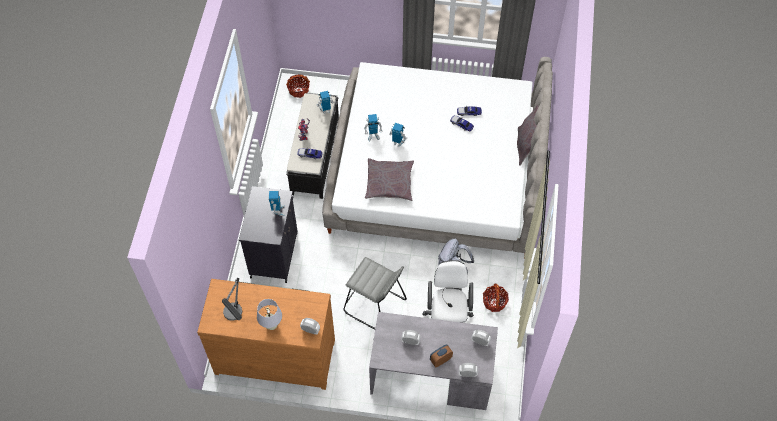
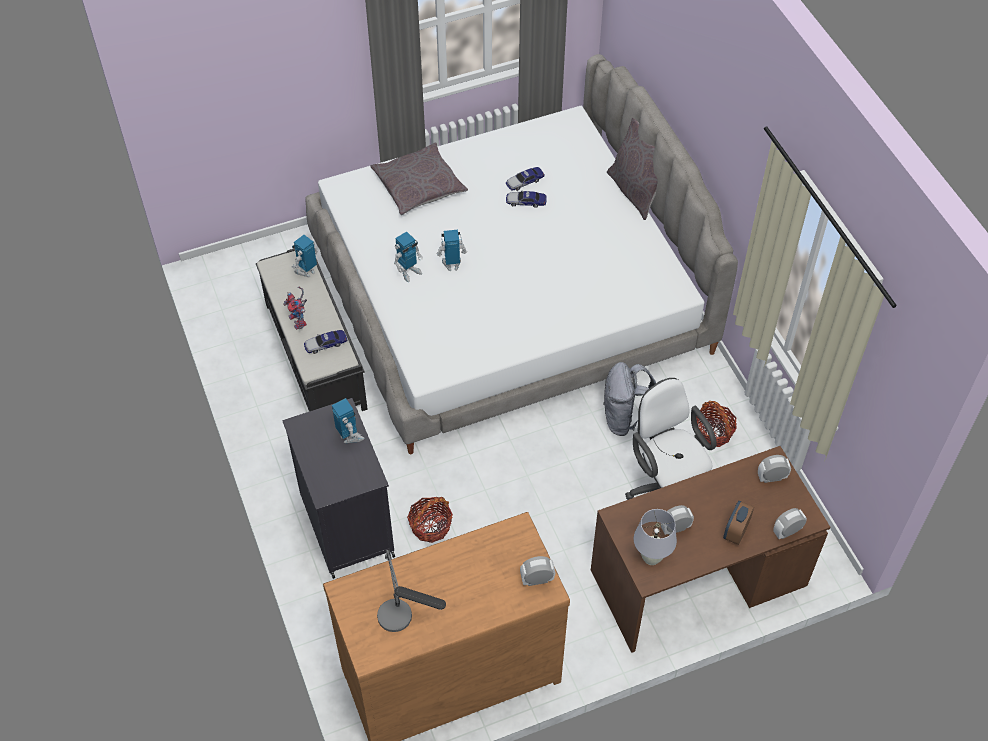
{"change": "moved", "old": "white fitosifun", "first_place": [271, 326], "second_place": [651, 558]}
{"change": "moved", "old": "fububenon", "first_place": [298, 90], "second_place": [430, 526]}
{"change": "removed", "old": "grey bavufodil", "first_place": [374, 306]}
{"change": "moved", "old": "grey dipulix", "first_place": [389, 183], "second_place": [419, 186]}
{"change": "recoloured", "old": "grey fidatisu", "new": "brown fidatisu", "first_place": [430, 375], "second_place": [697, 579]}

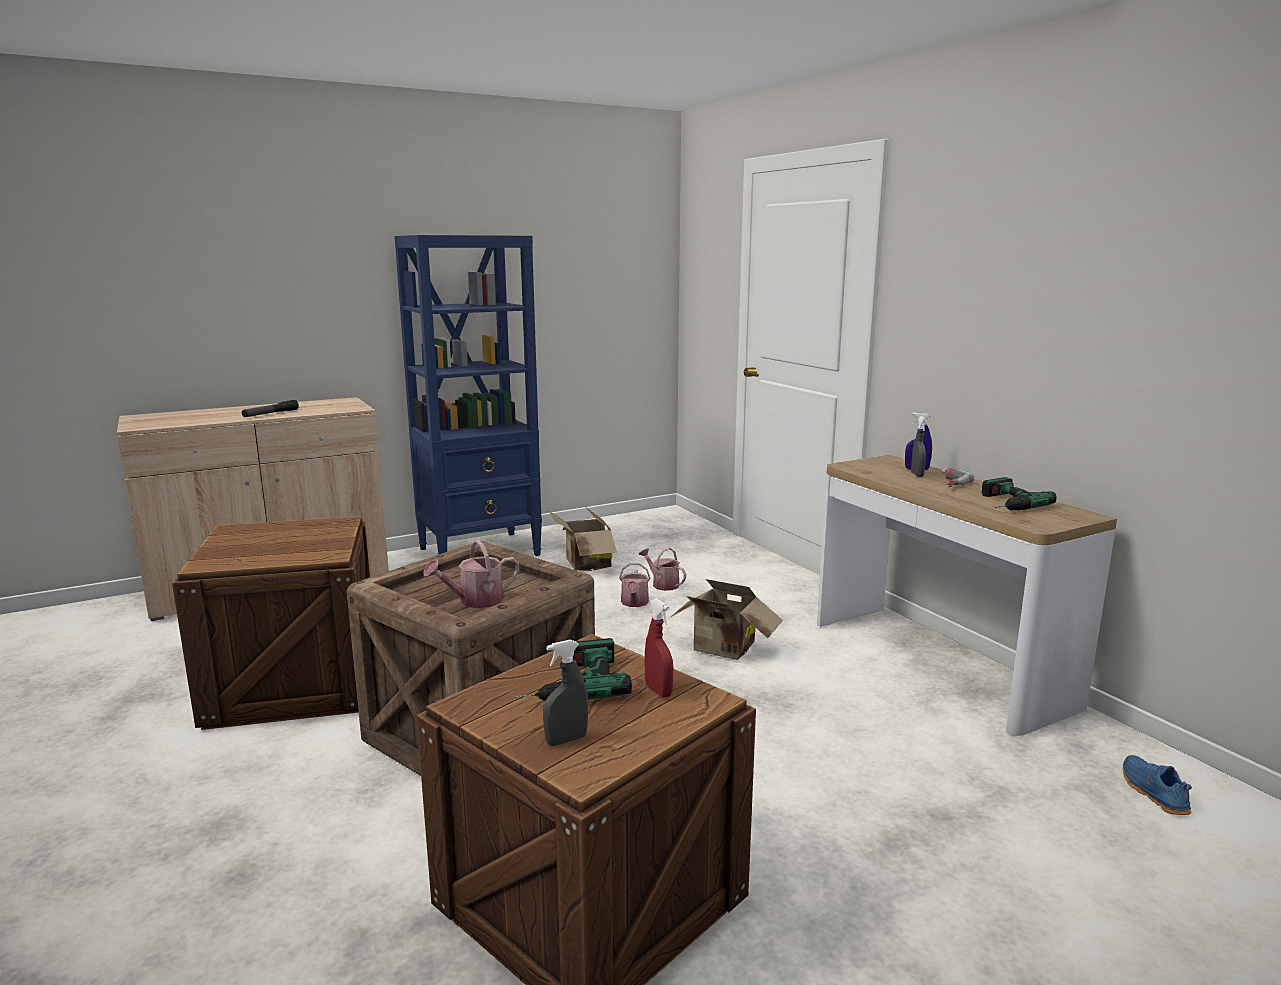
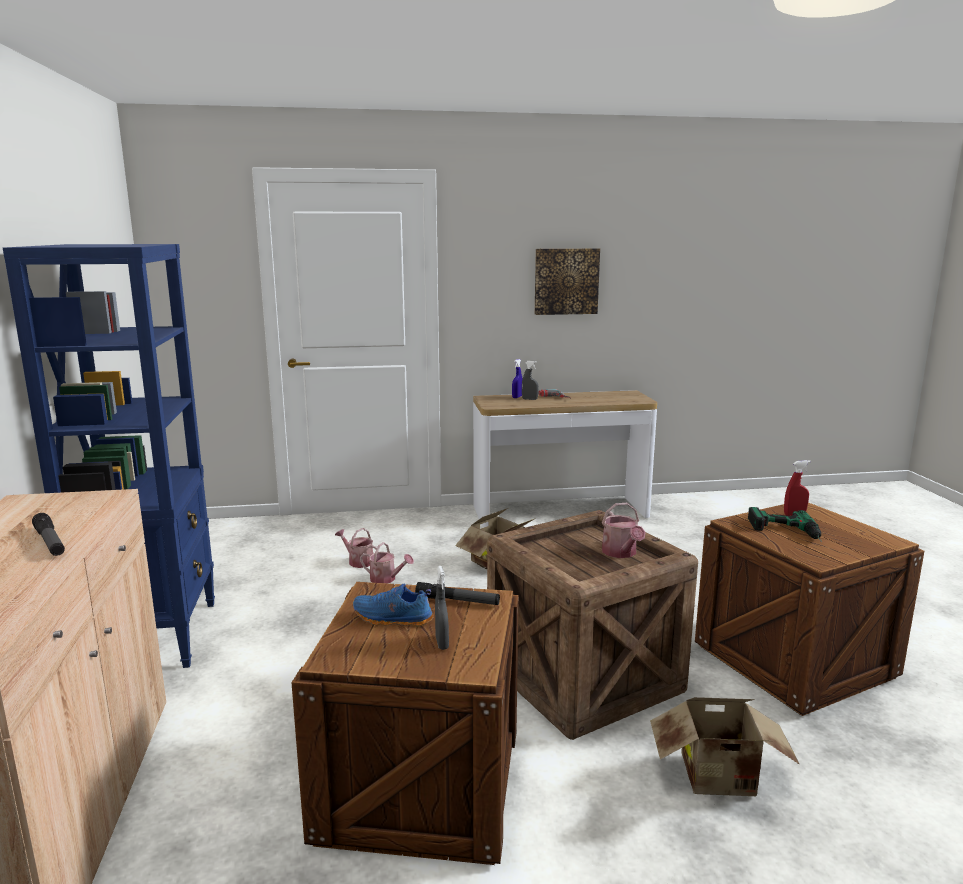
{"change": "moved", "old": "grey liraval", "first_place": [566, 740], "second_place": [442, 643]}
{"change": "moved", "old": "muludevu", "first_place": [584, 565], "second_place": [721, 781]}
{"change": "turned", "old": "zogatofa", "first_place": [662, 584], "second_place": [358, 561], "degrees": 60}
{"change": "removed", "old": "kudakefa", "first_place": [1003, 503]}
{"change": "moved", "old": "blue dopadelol", "first_place": [1152, 793], "second_place": [392, 619]}
{"change": "added", "new": "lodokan", "second_place": [457, 601]}
{"change": "added", "new": "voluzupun", "second_place": [566, 281]}

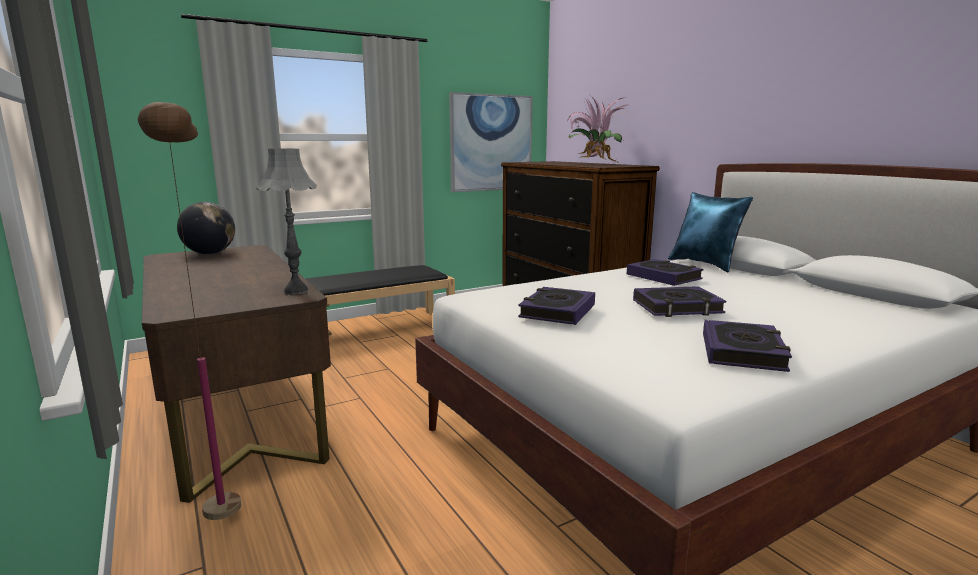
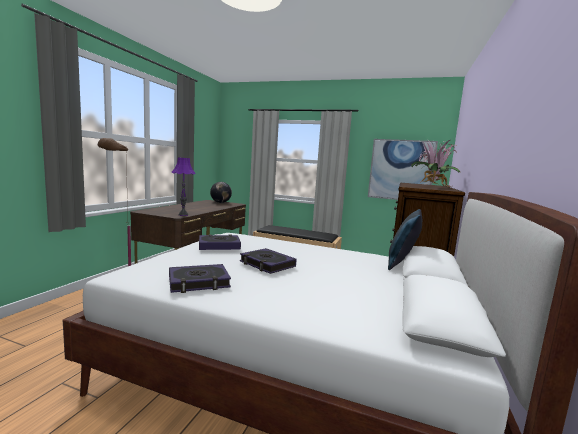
{"change": "recoloured", "old": "grey fitosifun", "new": "purple fitosifun", "first_place": [296, 291], "second_place": [183, 215]}
{"change": "removed", "old": "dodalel", "first_place": [663, 277]}

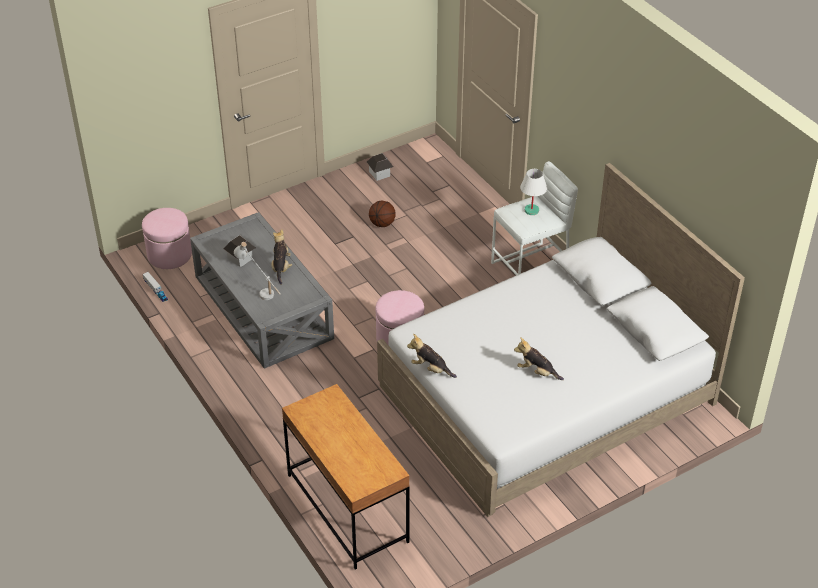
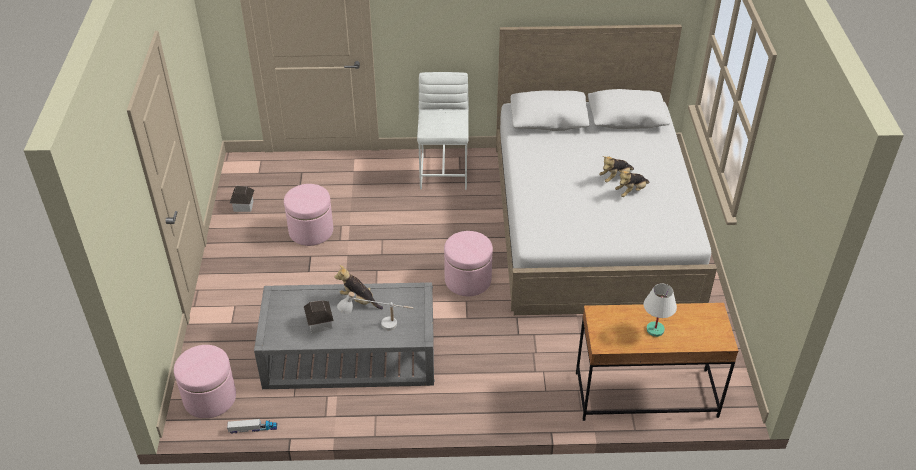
{"change": "replaced", "old": "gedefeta", "new": "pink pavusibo", "first_place": [382, 223], "second_place": [311, 231]}
{"change": "moved", "old": "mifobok", "first_place": [431, 369], "second_place": [615, 177]}
{"change": "moved", "old": "white fitosifun", "first_place": [532, 210], "second_place": [655, 329]}

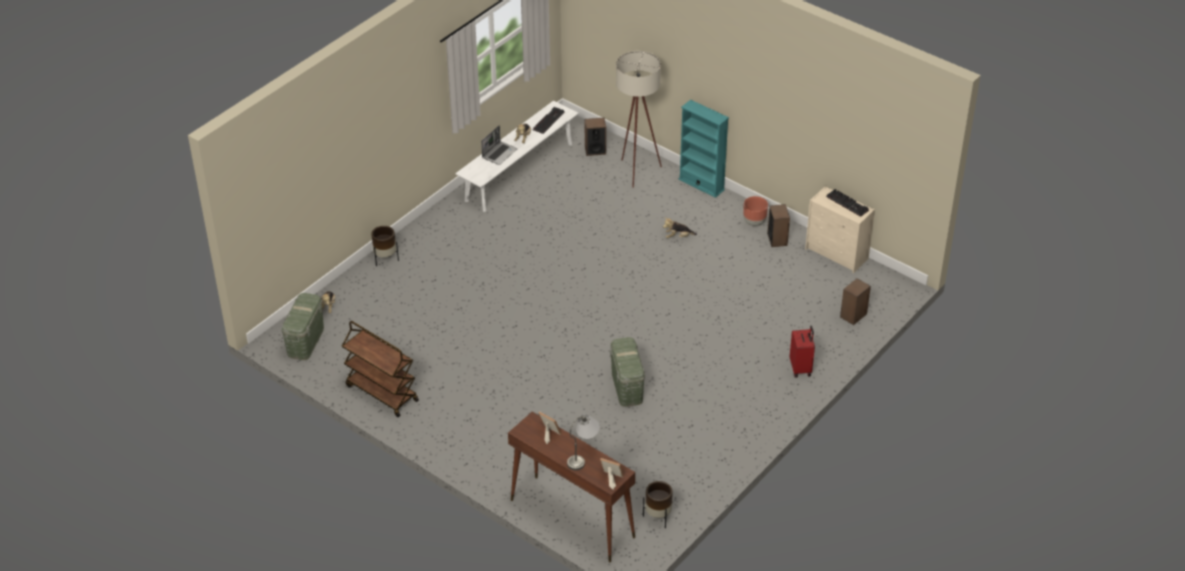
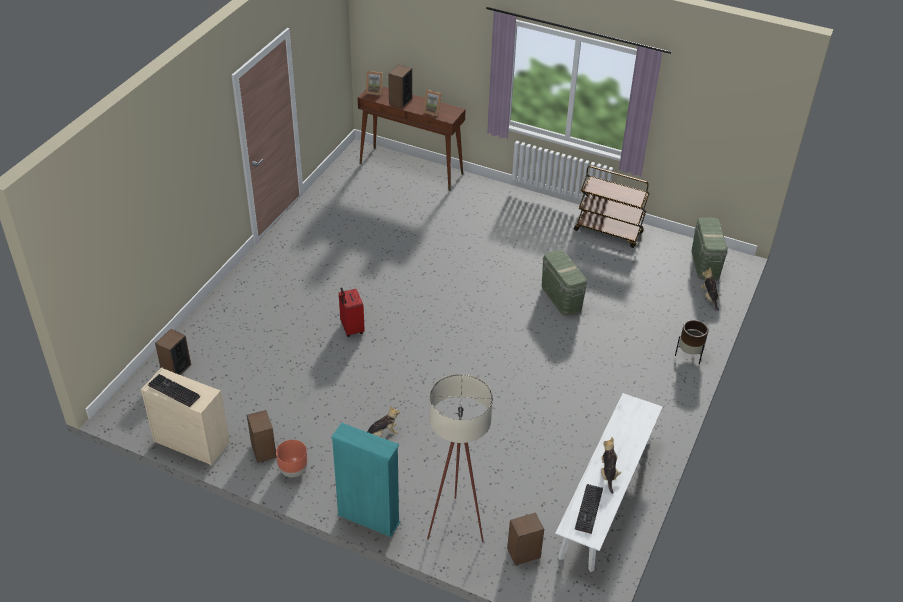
{"change": "removed", "old": "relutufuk", "first_place": [499, 153]}
{"change": "replaced", "old": "grey fitosifun", "new": "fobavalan", "first_place": [583, 456], "second_place": [400, 101]}
{"change": "moved", "old": "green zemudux", "first_place": [626, 387], "second_place": [561, 298]}
{"change": "removed", "old": "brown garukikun", "first_place": [658, 517]}
{"change": "moved", "old": "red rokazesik", "first_place": [801, 368], "second_place": [351, 328]}

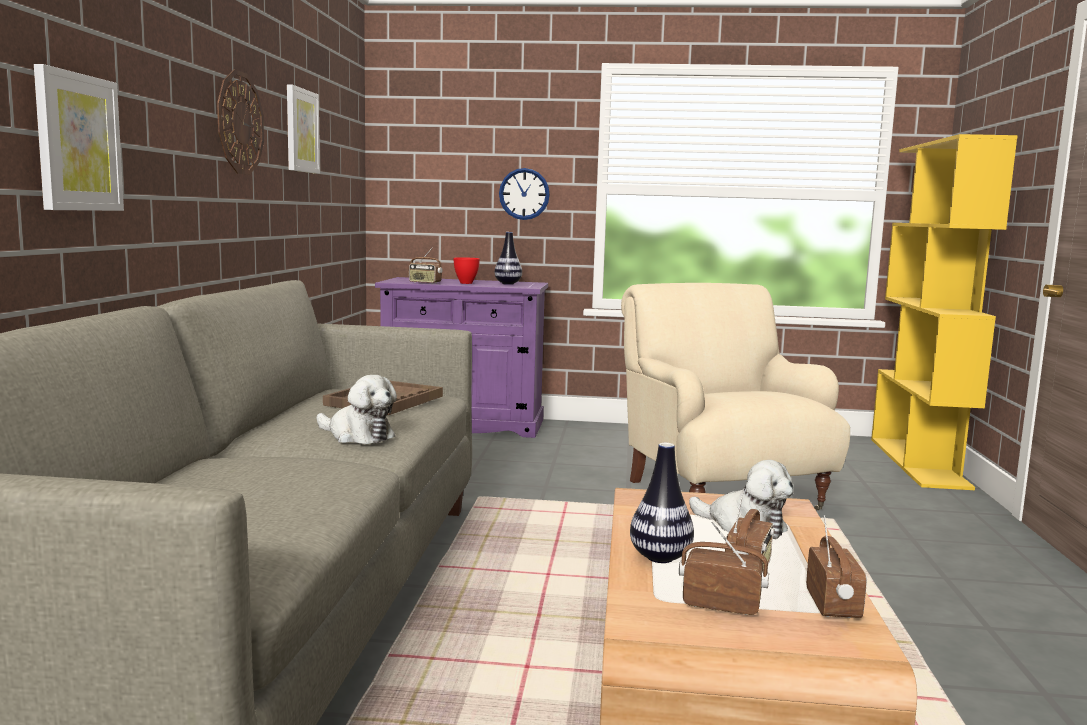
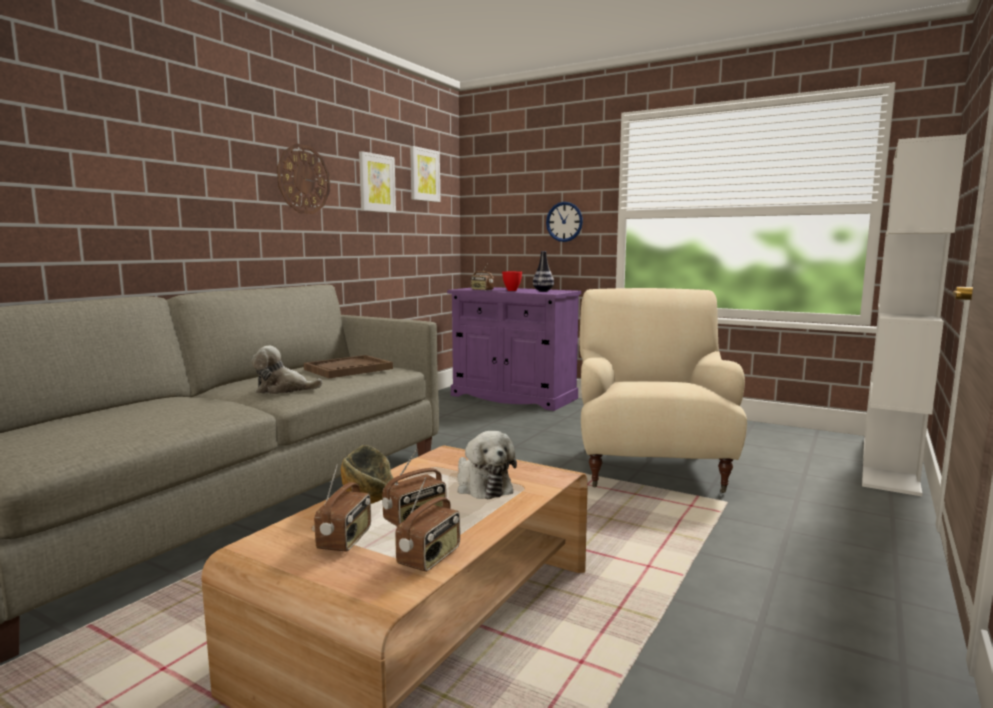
{"change": "moved", "old": "voluzupun", "first_place": [77, 142], "second_place": [424, 175]}
{"change": "turned", "old": "mifobok", "first_place": [357, 435], "second_place": [283, 390], "degrees": 120}
{"change": "replaced", "old": "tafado", "new": "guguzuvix", "first_place": [660, 558], "second_place": [370, 499]}
{"change": "turned", "old": "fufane", "first_place": [721, 604], "second_place": [346, 540], "degrees": 60}
{"change": "recoloured", "old": "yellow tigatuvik", "new": "white tigatuvik", "first_place": [919, 463], "second_place": [890, 464]}

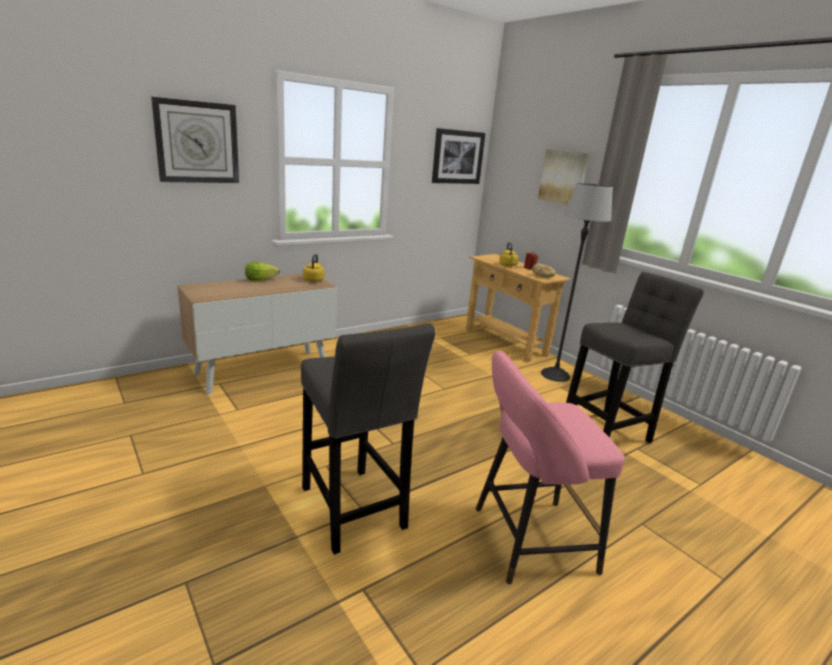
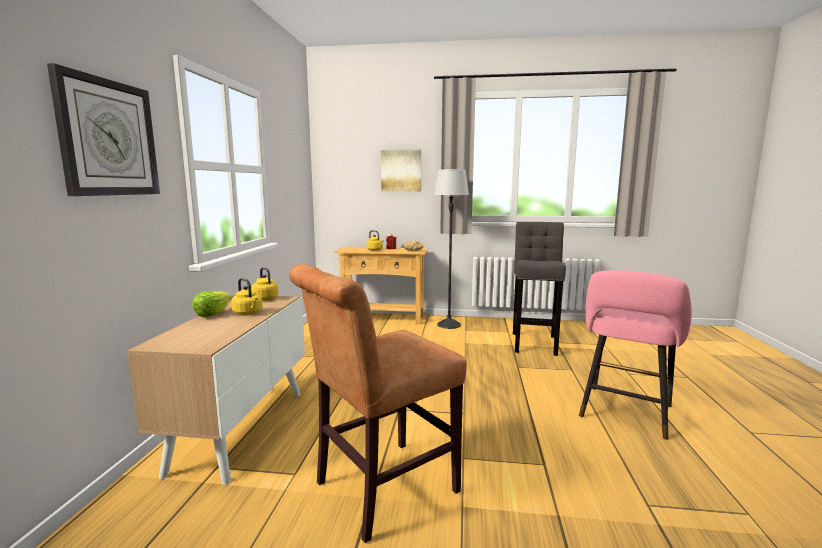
{"change": "removed", "old": "grey bavufodil", "first_place": [353, 512]}
{"change": "removed", "old": "voluzupun", "first_place": [457, 157]}
{"change": "added", "new": "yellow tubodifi", "second_place": [248, 313]}
{"change": "added", "new": "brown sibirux", "second_place": [380, 490]}

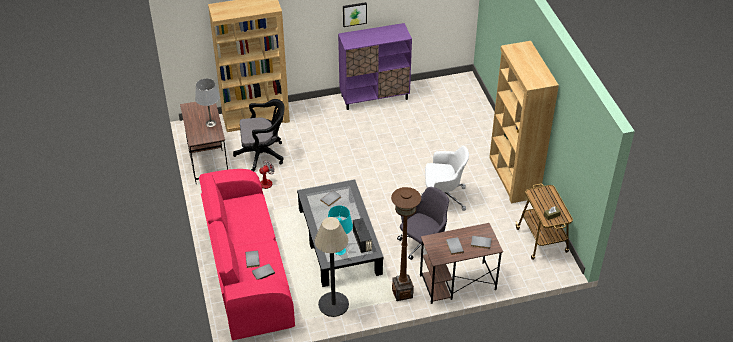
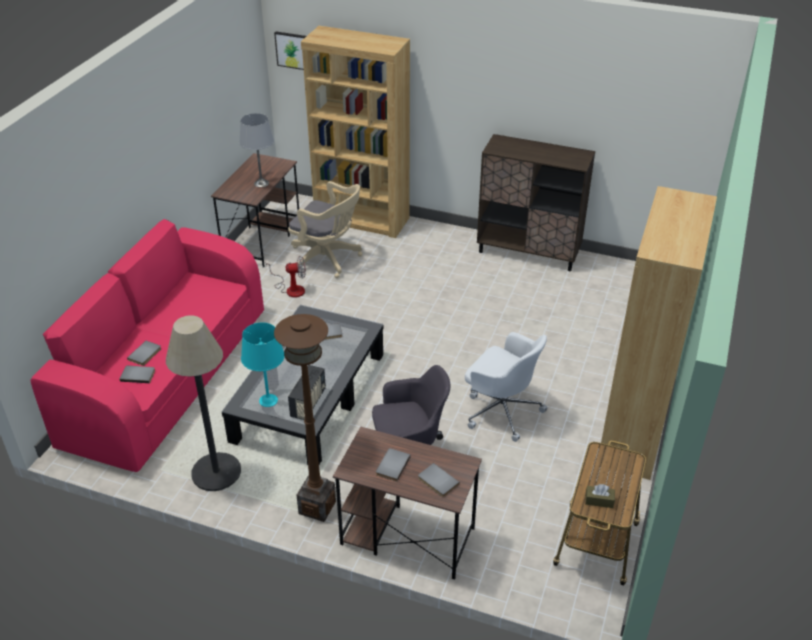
{"change": "recoloured", "old": "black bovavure", "new": "beige bovavure", "first_place": [263, 154], "second_place": [328, 259]}
{"change": "recoloured", "old": "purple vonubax", "new": "brown vonubax", "first_place": [374, 97], "second_place": [529, 252]}
{"change": "moved", "old": "voluzupun", "first_place": [354, 14], "second_place": [293, 50]}

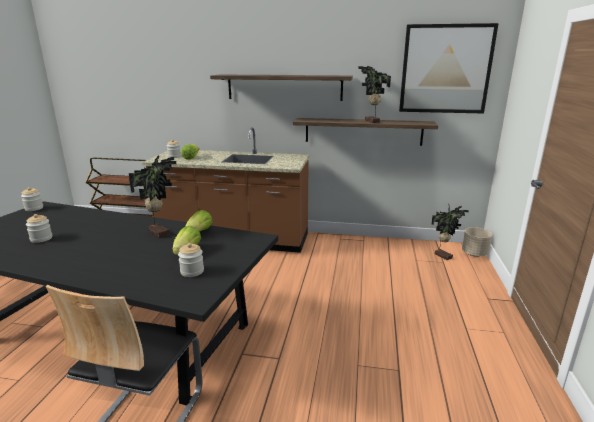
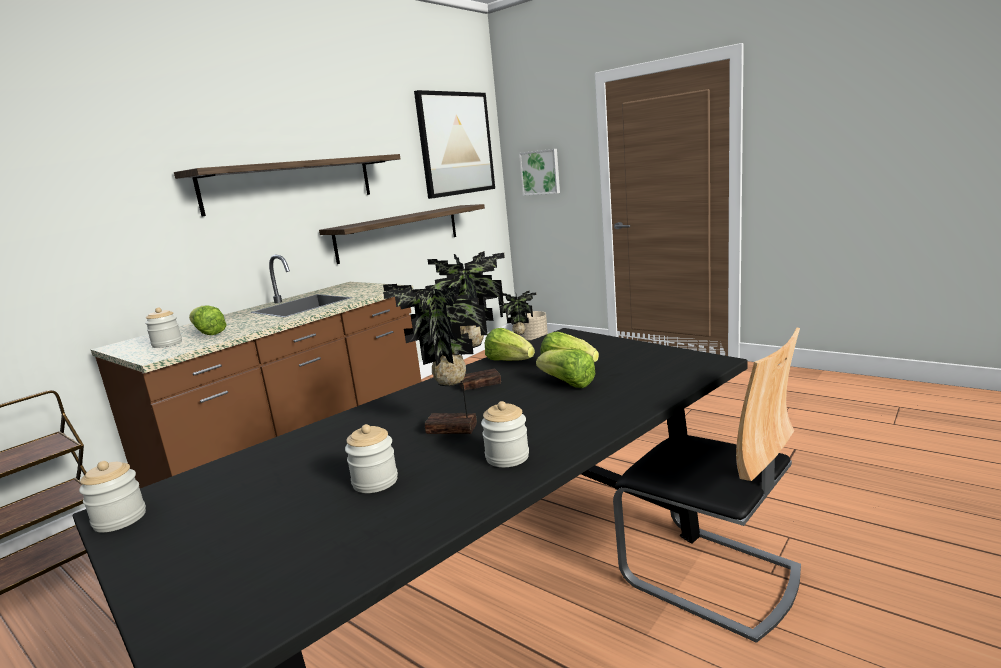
{"change": "moved", "old": "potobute", "first_place": [192, 271], "second_place": [507, 457]}
{"change": "moved", "old": "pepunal", "first_place": [371, 121], "second_place": [452, 430]}
{"change": "added", "new": "voluzupun", "second_place": [540, 172]}
{"change": "added", "new": "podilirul", "second_place": [567, 383]}

